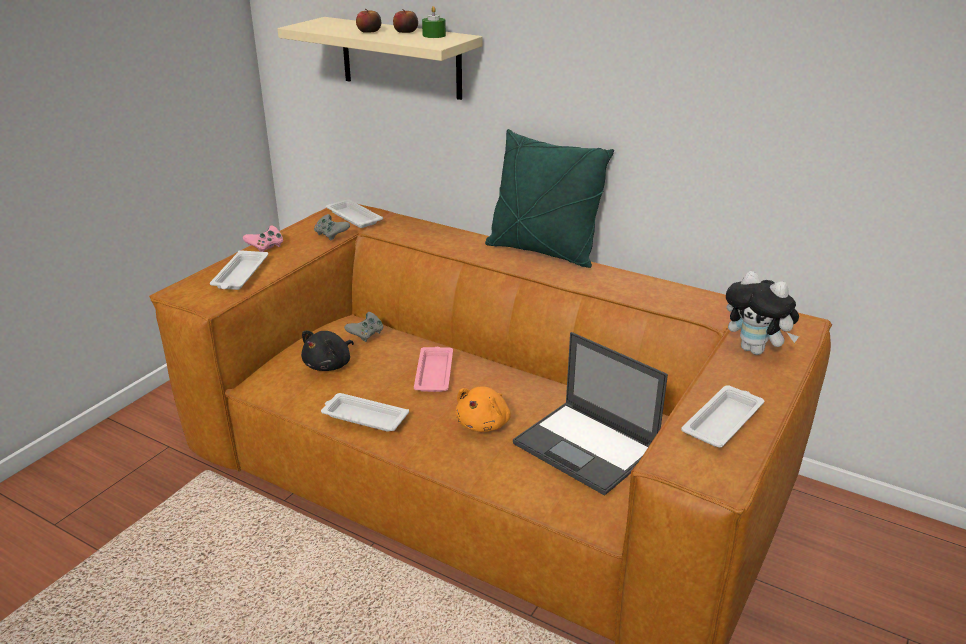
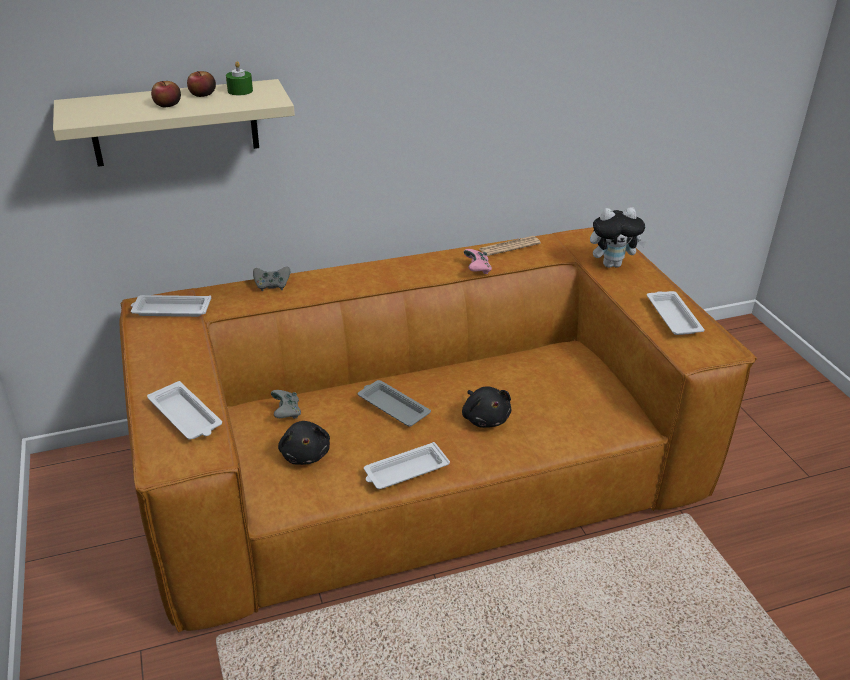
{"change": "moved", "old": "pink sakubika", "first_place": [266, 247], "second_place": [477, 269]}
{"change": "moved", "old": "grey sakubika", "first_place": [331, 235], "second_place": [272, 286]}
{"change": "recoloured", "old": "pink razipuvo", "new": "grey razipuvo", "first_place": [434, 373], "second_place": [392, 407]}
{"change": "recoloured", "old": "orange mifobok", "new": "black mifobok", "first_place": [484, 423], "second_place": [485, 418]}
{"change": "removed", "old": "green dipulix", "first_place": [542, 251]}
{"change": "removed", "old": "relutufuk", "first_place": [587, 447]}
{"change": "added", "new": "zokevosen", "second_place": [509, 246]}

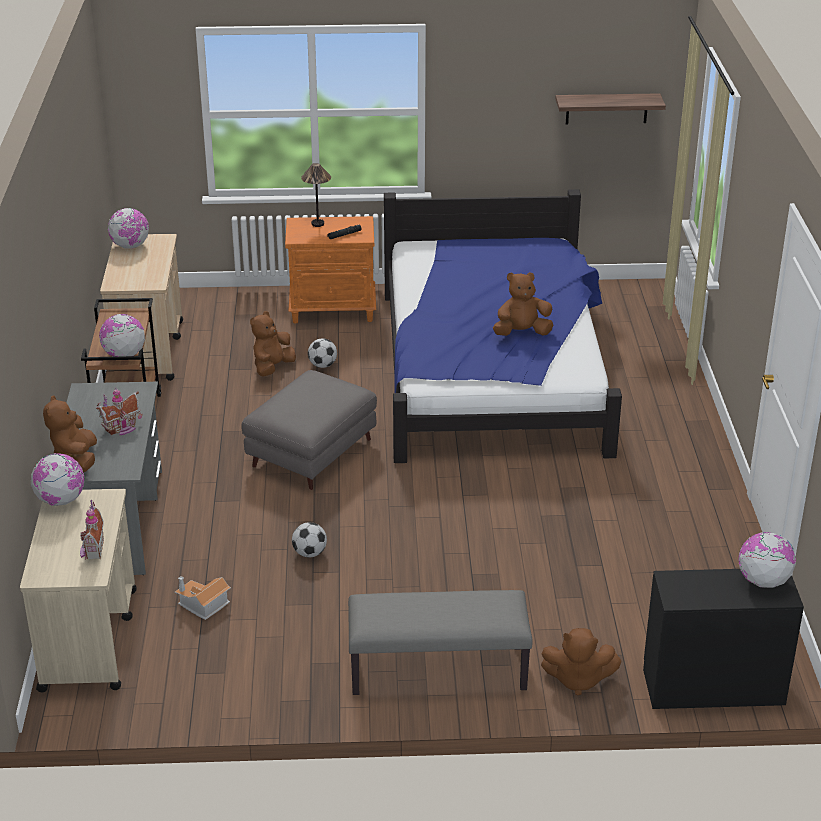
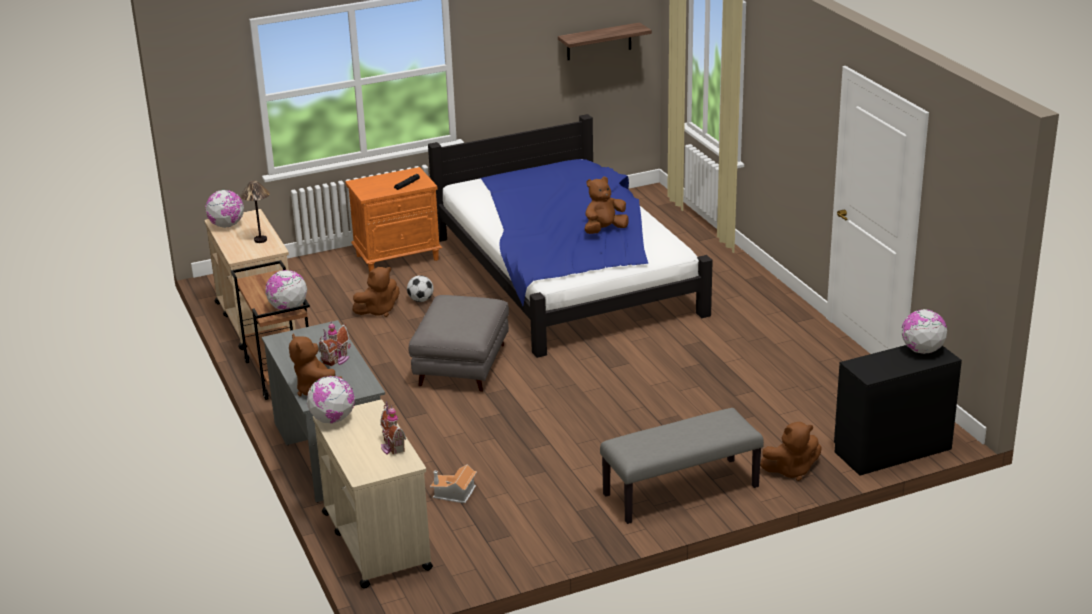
{"change": "turned", "old": "brown mifobok", "first_place": [272, 368], "second_place": [378, 311], "degrees": -135}
{"change": "removed", "old": "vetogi", "first_place": [310, 553]}
{"change": "moved", "old": "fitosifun", "first_place": [318, 224], "second_place": [261, 240]}

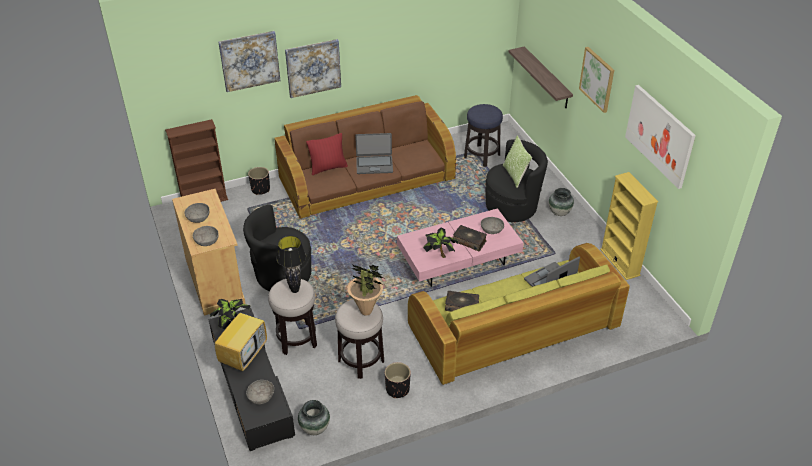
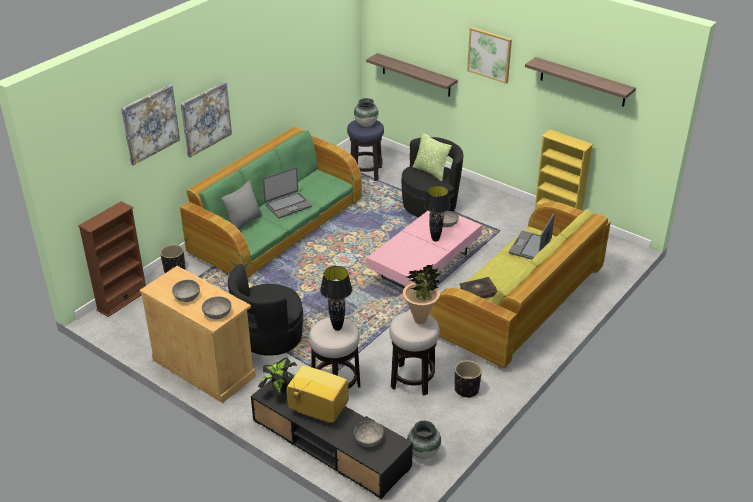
{"change": "turned", "old": "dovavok", "first_place": [243, 355], "second_place": [317, 411], "degrees": -60}
{"change": "recoloured", "old": "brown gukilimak", "new": "green gukilimak", "first_place": [367, 180], "second_place": [276, 227]}
{"change": "recoloured", "old": "red dipulix", "new": "grey dipulix", "first_place": [328, 168], "second_place": [244, 222]}
{"change": "removed", "old": "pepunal", "first_place": [440, 254]}
{"change": "replaced", "old": "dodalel", "new": "black fitosifun", "first_place": [469, 241], "second_place": [435, 239]}
{"change": "moved", "old": "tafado", "first_place": [559, 212], "second_place": [366, 124]}
{"change": "replaced", "old": "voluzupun", "new": "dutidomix", "first_place": [659, 135], "second_place": [582, 82]}

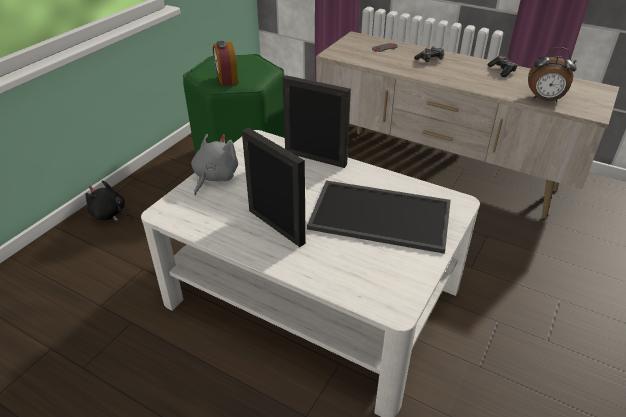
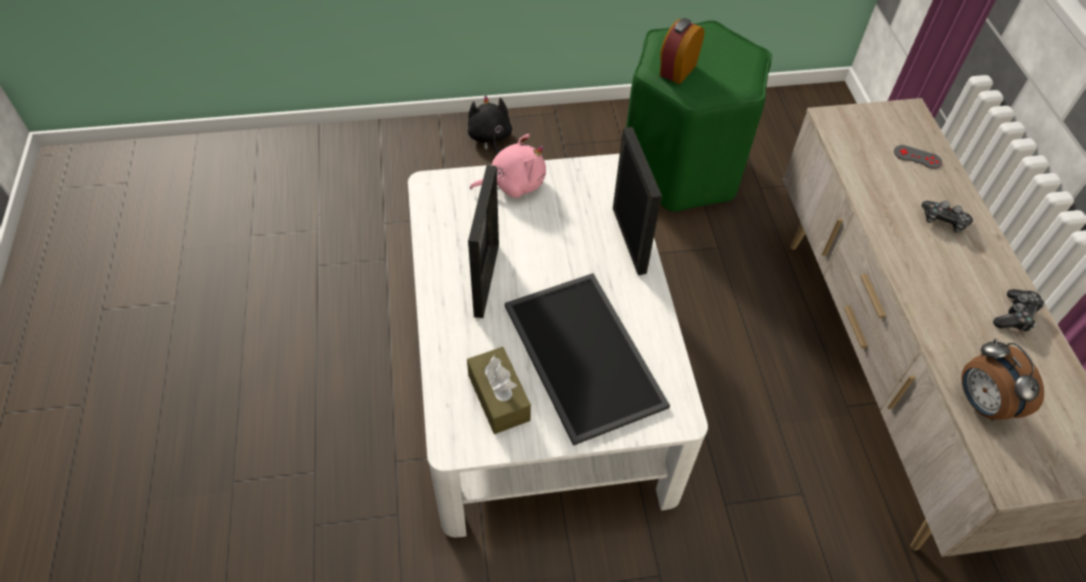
{"change": "recoloured", "old": "grey mifobok", "new": "pink mifobok", "first_place": [214, 177], "second_place": [514, 183]}
{"change": "added", "new": "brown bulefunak", "second_place": [498, 397]}

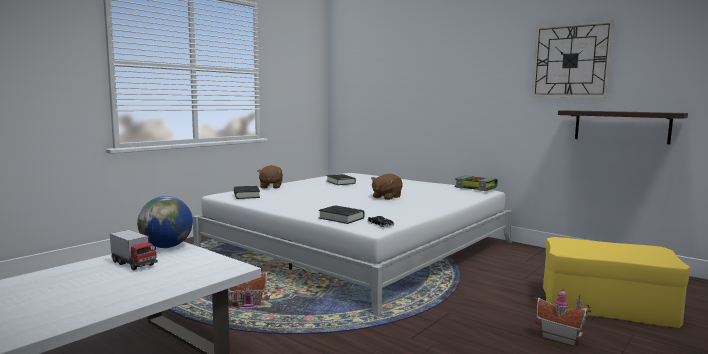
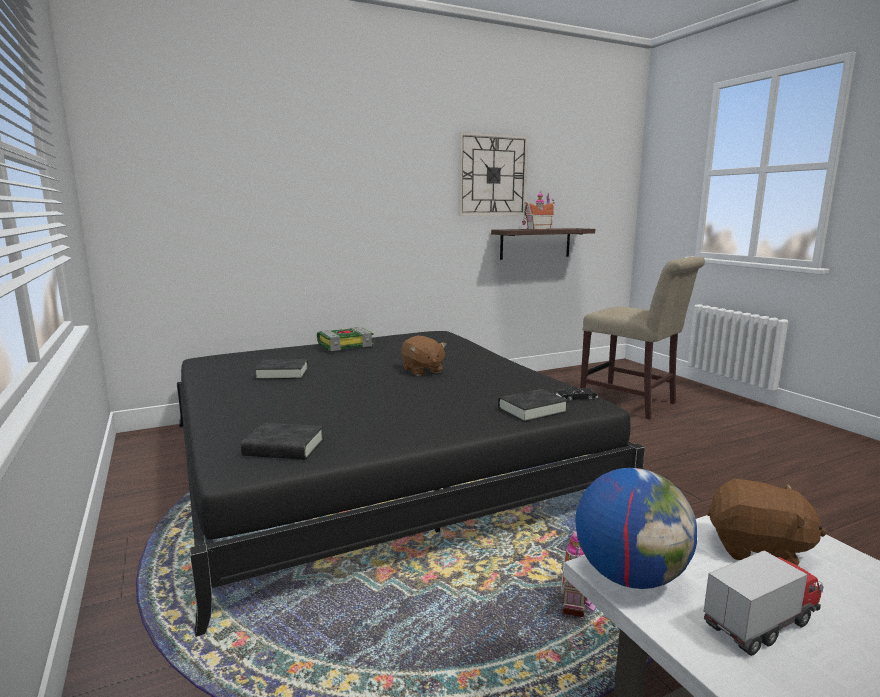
{"change": "recoloured", "old": "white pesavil", "new": "black pesavil", "first_place": [357, 246], "second_place": [375, 459]}
{"change": "moved", "old": "brown mifobok", "first_place": [270, 186], "second_place": [757, 549]}
{"change": "moved", "old": "dodalel", "first_place": [476, 188], "second_place": [345, 345]}
{"change": "moved", "old": "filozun", "first_place": [559, 337], "second_place": [537, 229]}
{"change": "replaced", "old": "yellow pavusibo", "new": "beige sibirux", "first_place": [606, 304], "second_place": [632, 403]}

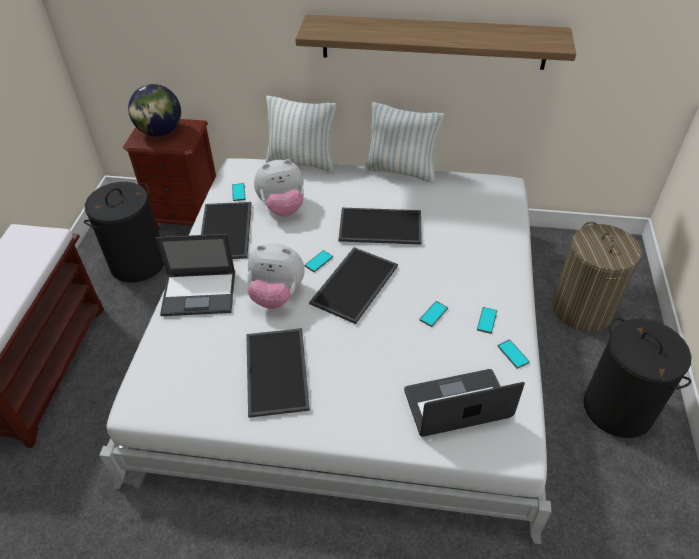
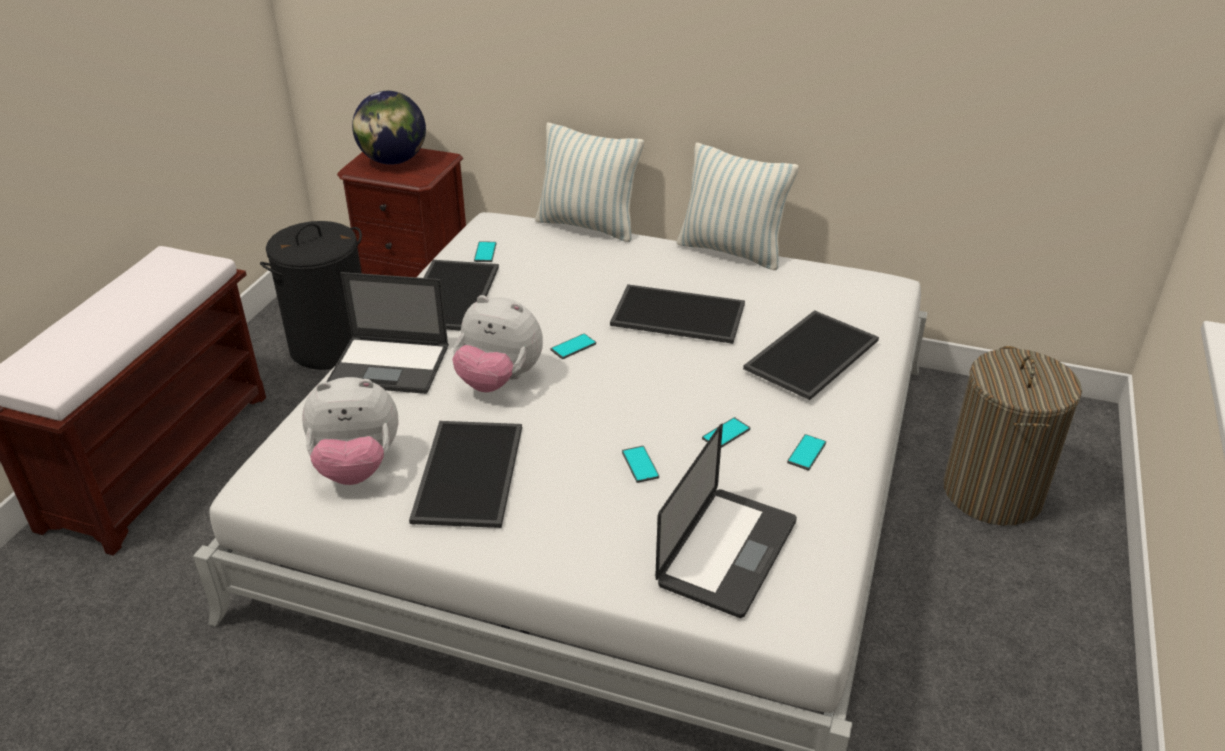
{"change": "moved", "old": "mifobok", "first_place": [282, 208], "second_place": [356, 467]}
{"change": "removed", "old": "dutidomix", "first_place": [433, 42]}
{"change": "moved", "old": "razipuvo", "first_place": [353, 283], "second_place": [810, 353]}
{"change": "turned", "old": "relutufuk", "first_place": [457, 404], "second_place": [727, 553], "degrees": 120}
{"change": "moved", "old": "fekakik", "first_place": [513, 354], "second_place": [640, 464]}
{"change": "removed", "old": "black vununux", "first_place": [618, 409]}

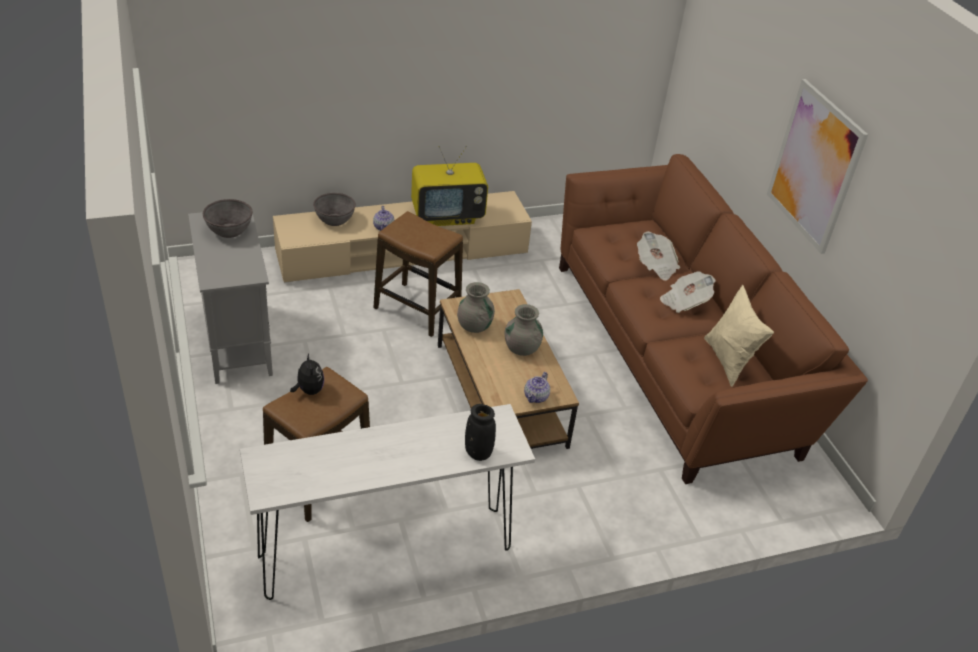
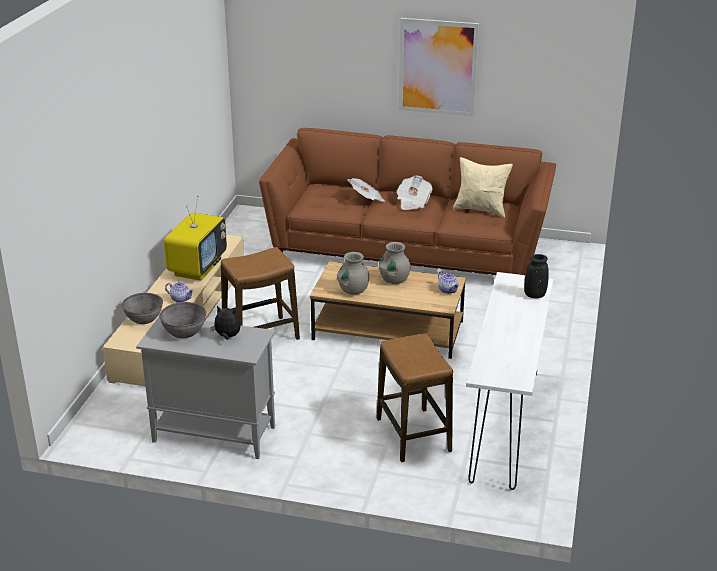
{"change": "moved", "old": "mifobok", "first_place": [309, 390], "second_place": [227, 337]}

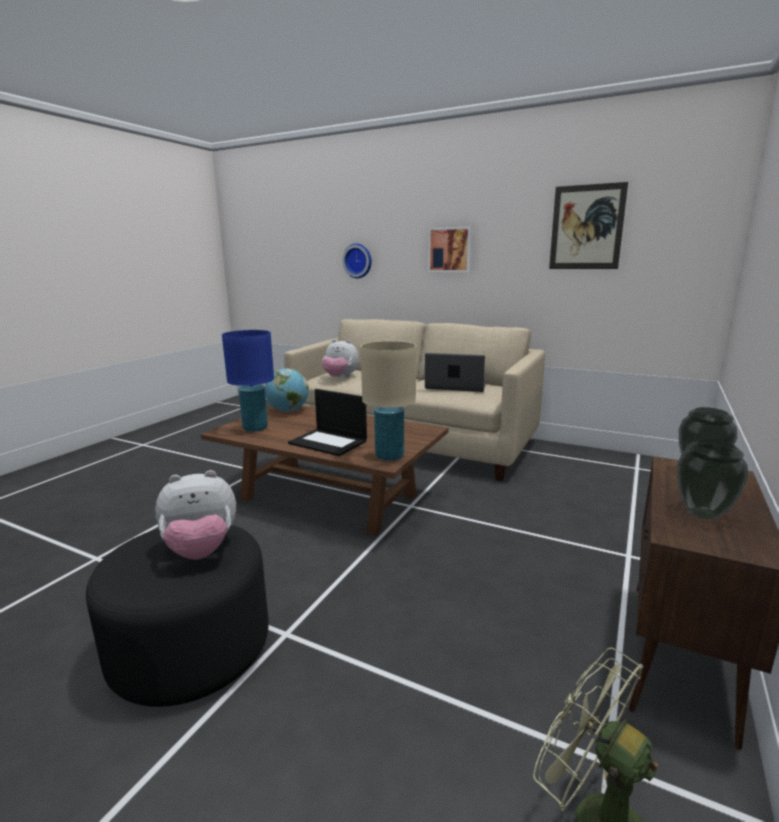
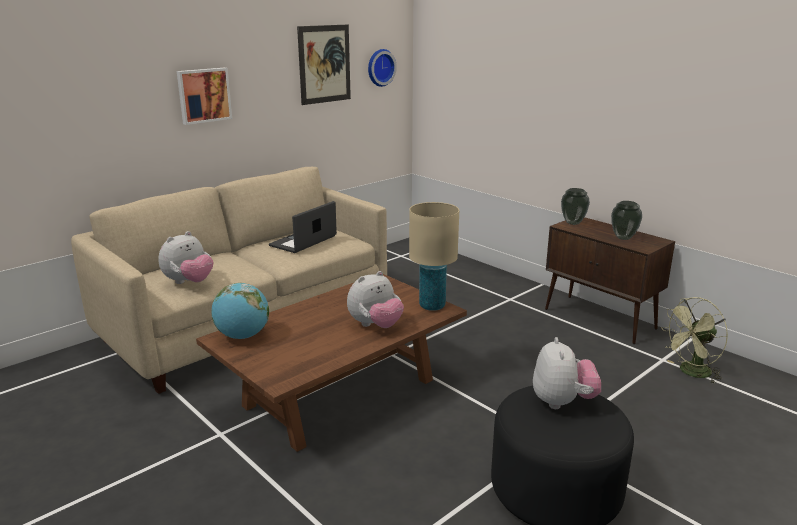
{"change": "removed", "old": "blue fitosifun", "first_place": [255, 428]}
{"change": "replaced", "old": "relutufuk", "new": "mifobok", "first_place": [329, 442], "second_place": [375, 325]}
{"change": "moved", "old": "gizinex", "first_place": [358, 261], "second_place": [380, 67]}

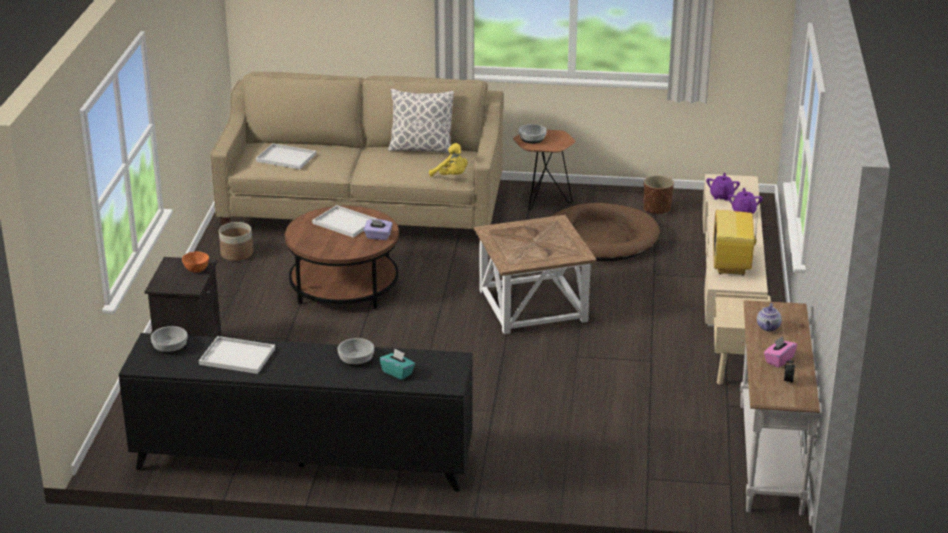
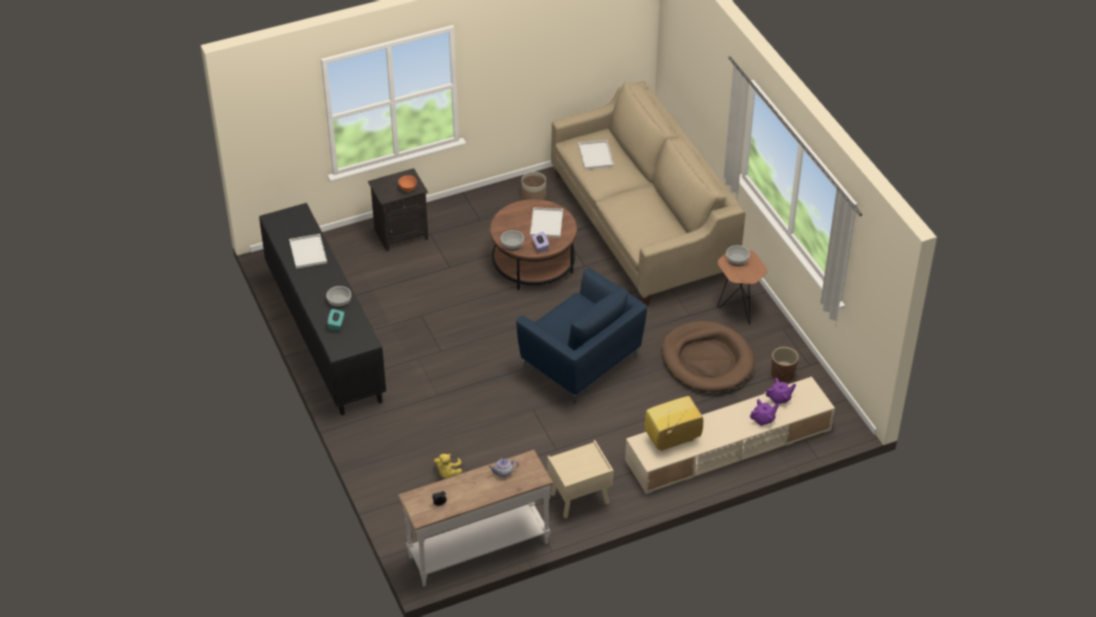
{"change": "moved", "old": "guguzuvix", "first_place": [170, 346], "second_place": [512, 244]}
{"change": "removed", "old": "dipulix", "first_place": [421, 149]}
{"change": "moved", "old": "yellow mifobok", "first_place": [451, 176], "second_place": [448, 473]}
{"change": "replaced", "old": "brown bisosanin", "new": "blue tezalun", "first_place": [534, 306], "second_place": [581, 364]}
{"change": "removed", "old": "pink bulefunak", "first_place": [779, 360]}

